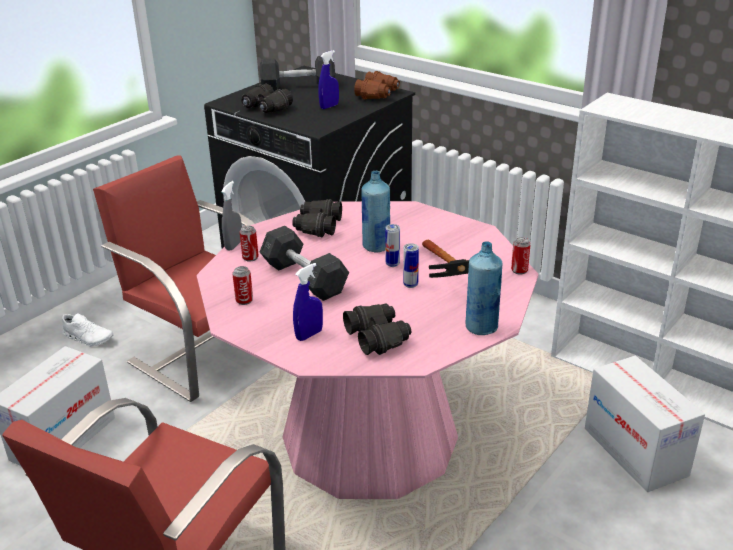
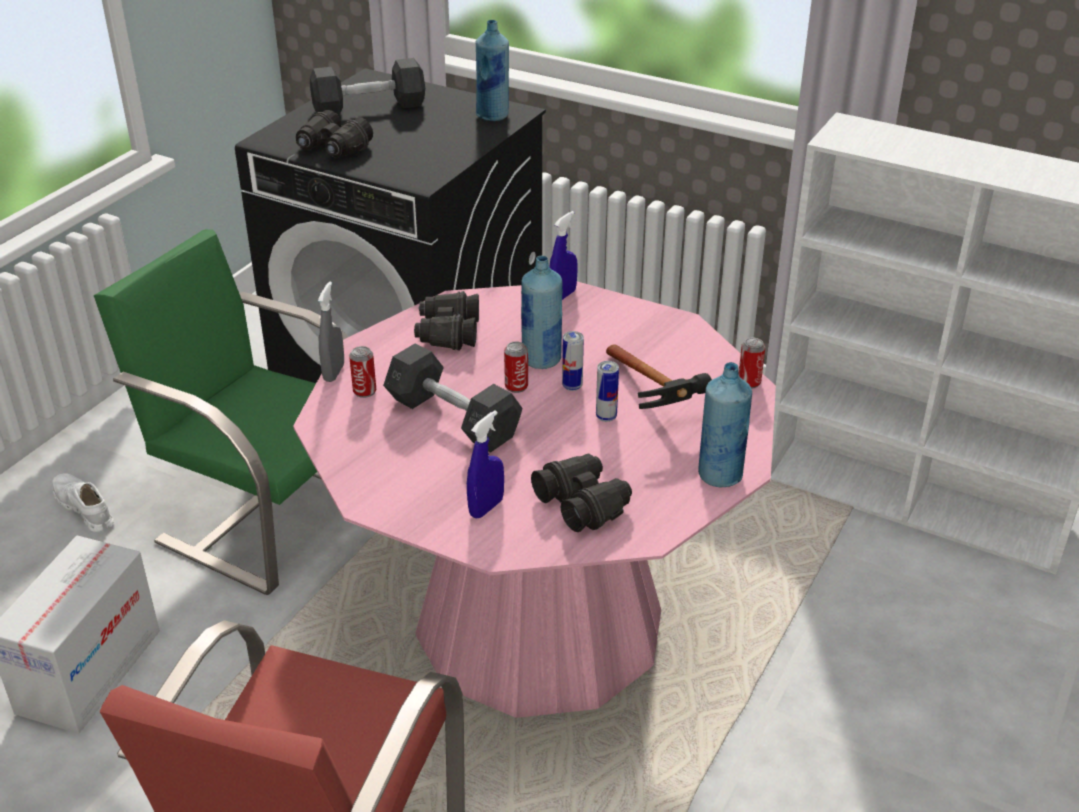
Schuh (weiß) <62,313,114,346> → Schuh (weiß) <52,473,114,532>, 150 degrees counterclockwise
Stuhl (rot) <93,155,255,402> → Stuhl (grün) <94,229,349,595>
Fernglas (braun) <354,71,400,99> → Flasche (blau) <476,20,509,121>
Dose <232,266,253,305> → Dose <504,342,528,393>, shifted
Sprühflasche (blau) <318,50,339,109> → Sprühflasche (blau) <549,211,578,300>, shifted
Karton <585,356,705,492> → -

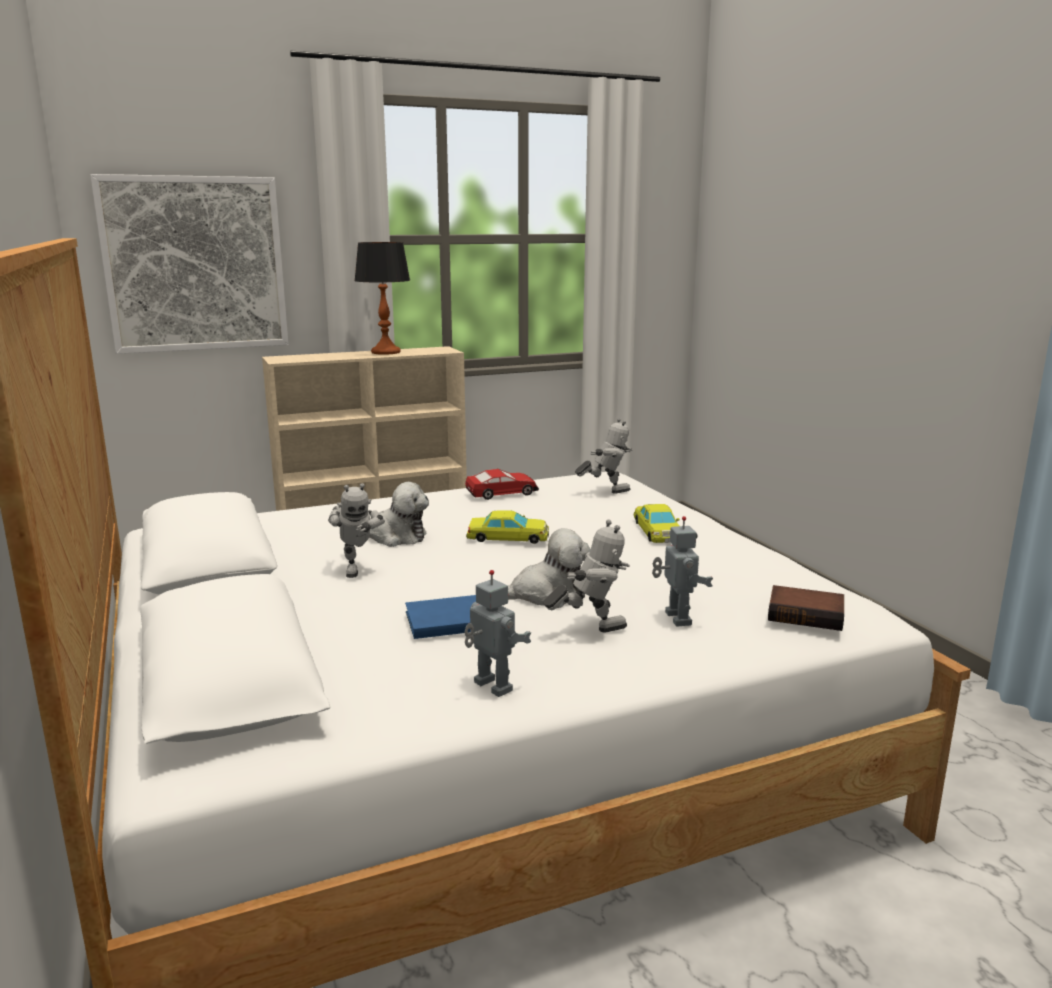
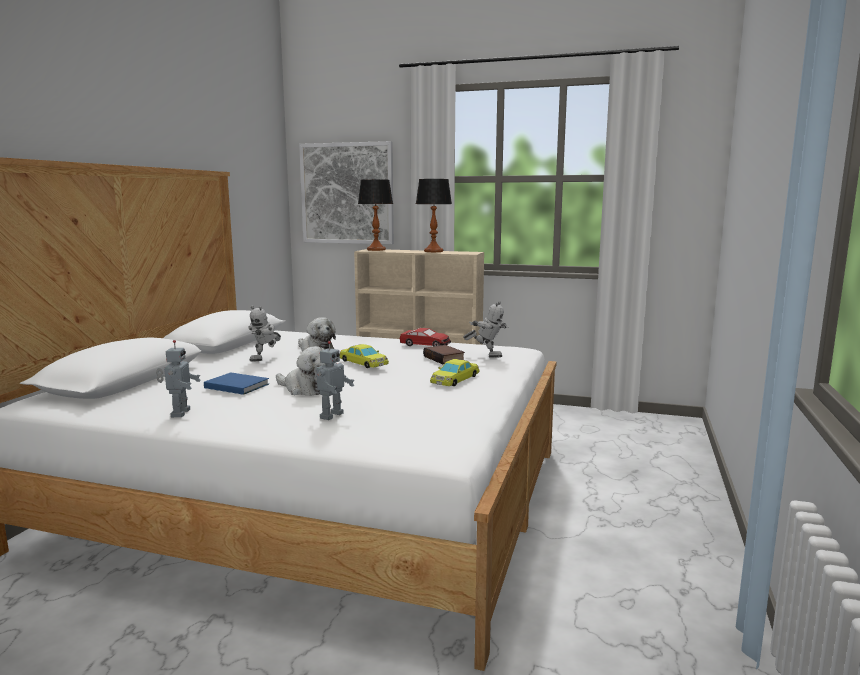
- → Tischlampe <358,179,393,251>
Buch <768,585,844,631> → Buch <423,345,465,364>, shifted
Spielzeugroboter <543,519,630,632> → -

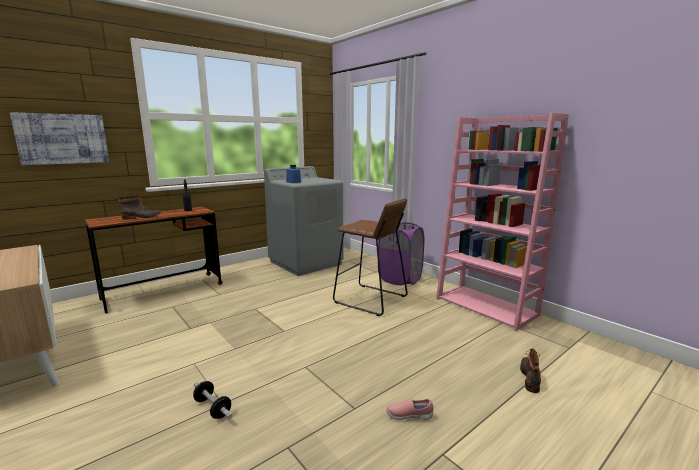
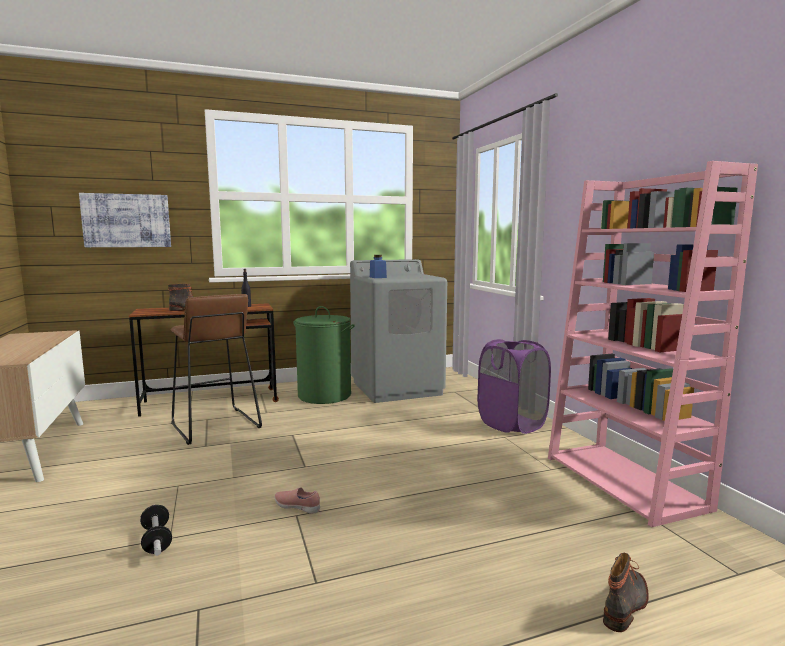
Hocker (braun) <333,198,408,316> → Hocker (braun) <170,294,262,445>, shifted
Schuh (rosa) <386,398,434,420> → Schuh (rosa) <274,488,320,514>, shifted
- → Wäschekorb (grün) <293,306,354,404>

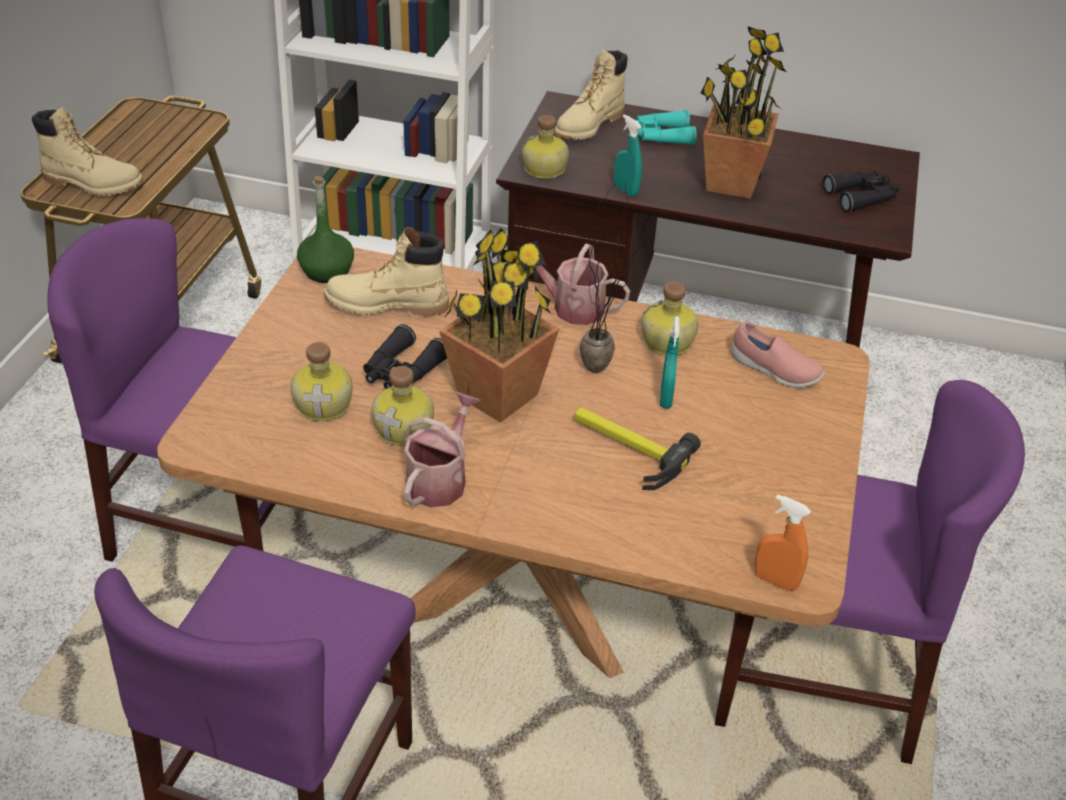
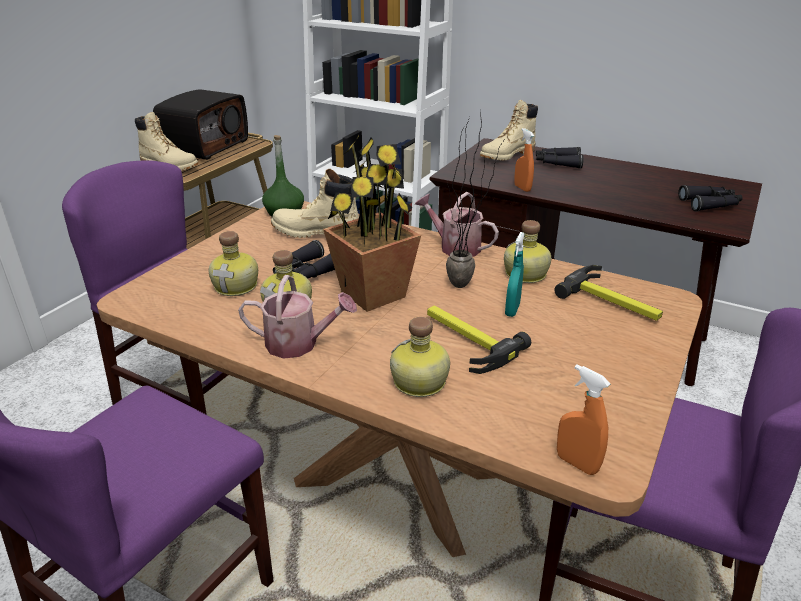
- → Radio <153,89,248,160>
Gießkanne <404,392,480,508> → Gießkanne <238,275,357,359>, 60 degrees clockwise
Flasche <522,115,569,179> → Flasche <390,317,450,397>, shifted
Sprühflasche (türkis) <614,114,642,197> → Sprühflasche (orange) <514,128,534,192>
Fernglas (türkis) <636,110,697,145> → Fernglas (schwarz) <536,147,584,169>
Schuh (rosa) <731,321,825,388> → Hammer <554,265,663,321>
Topfpflanze <701,27,786,199> → -

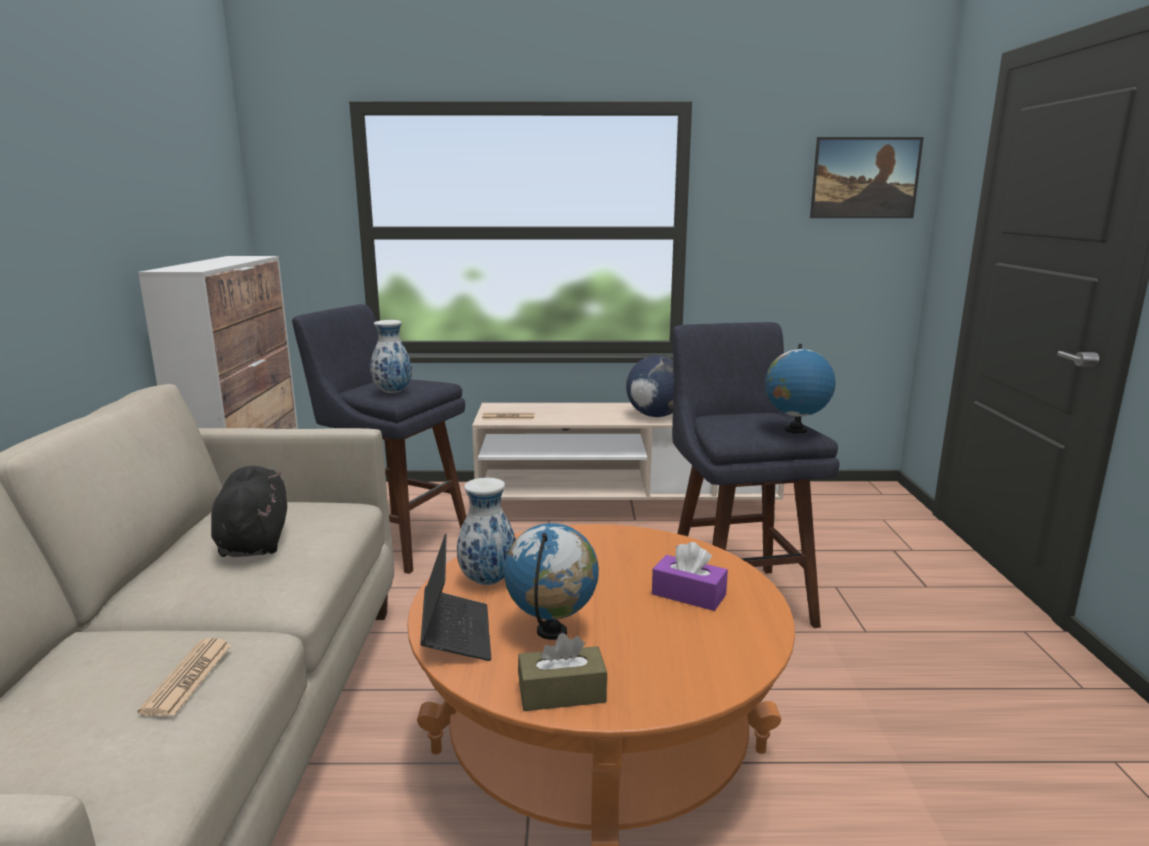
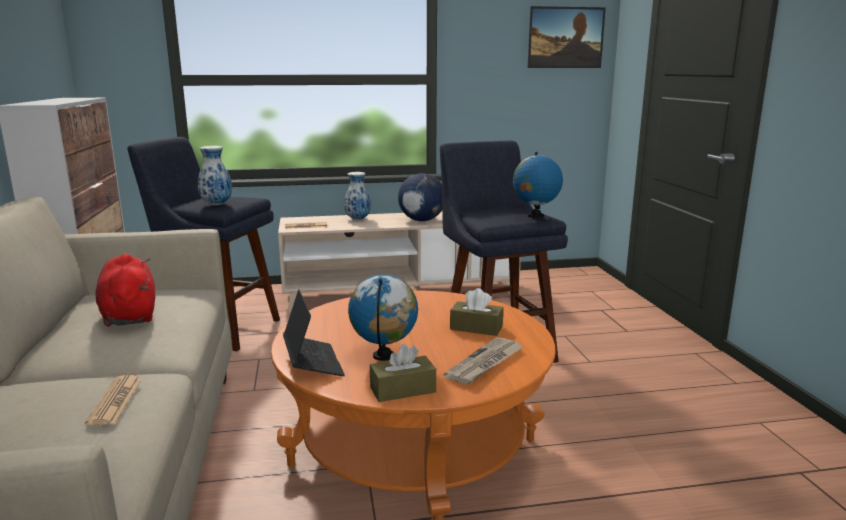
Plüschtier (schwarz) <211,466,287,557> → Plüschtier (rot) <95,254,155,327>
Vase <457,478,516,585> → Vase <344,172,371,220>, shifted
- → Zeitung <443,337,523,385>
Taschentuchbox (lila) <652,542,728,611> → Taschentuchbox (braun) <450,288,504,336>

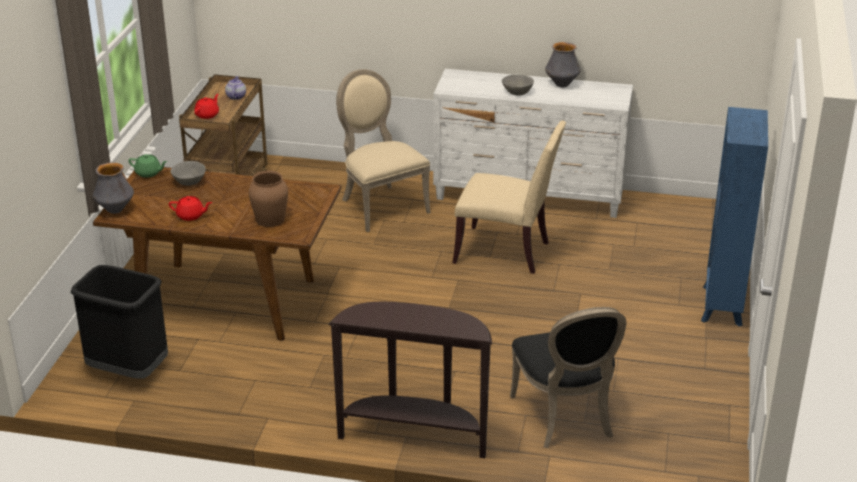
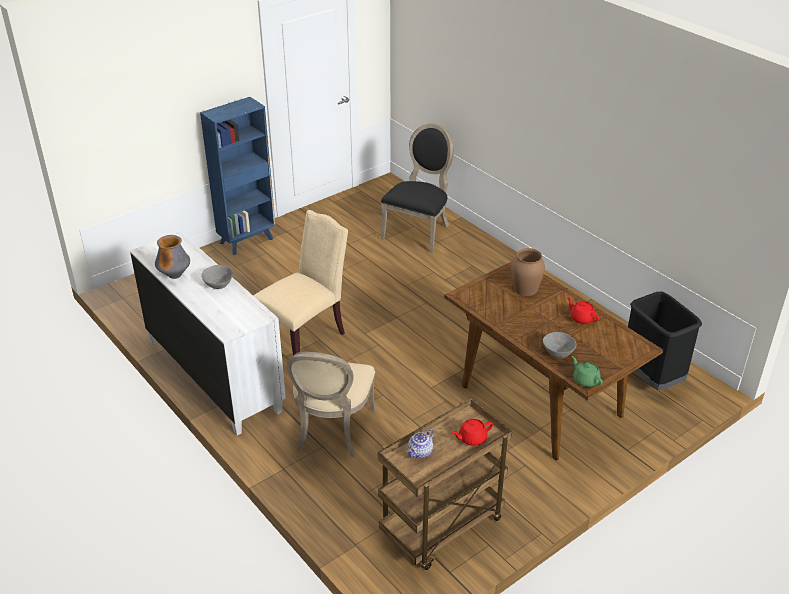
Stuhl (beige) <452,120,566,274> → Stuhl (beige) <253,210,348,355>, 75 degrees clockwise
Vase <93,162,134,214> → -
Konsolentisch (braun) <328,302,492,458> → -

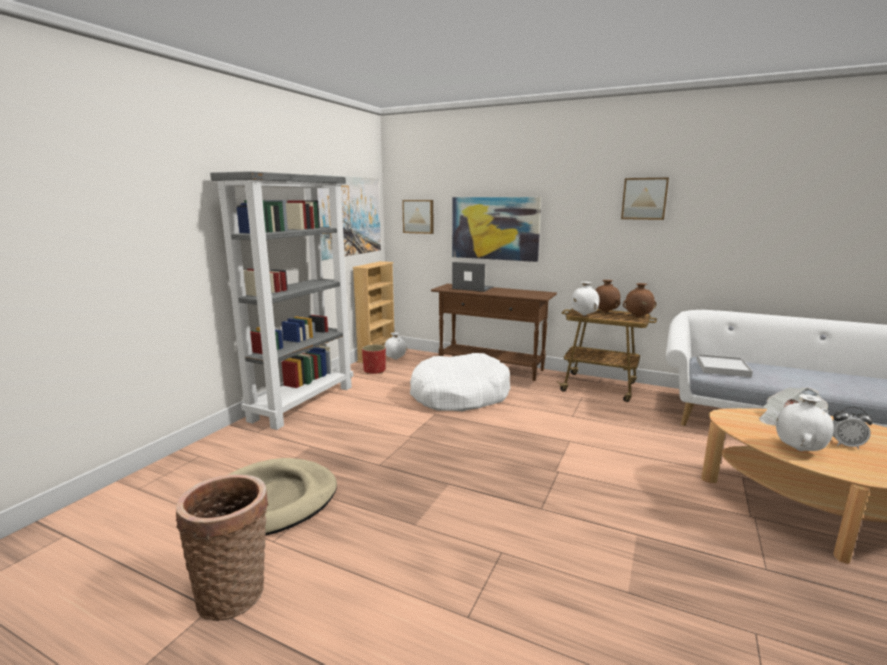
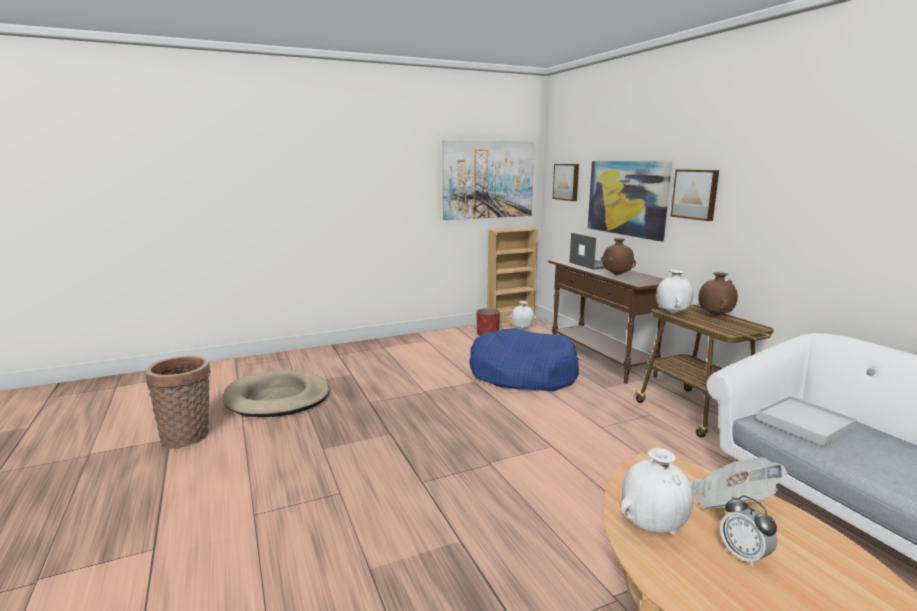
Hundebett (weiß) <410,353,510,412> → Hundebett (blau) <469,328,579,391>
Vase (braun) <623,283,657,317> → Vase (braun) <601,238,636,275>, shifted
Bild <621,178,669,220> → Bild <671,169,719,221>, shifted
Bücherregal (grau) <210,171,353,430> → -

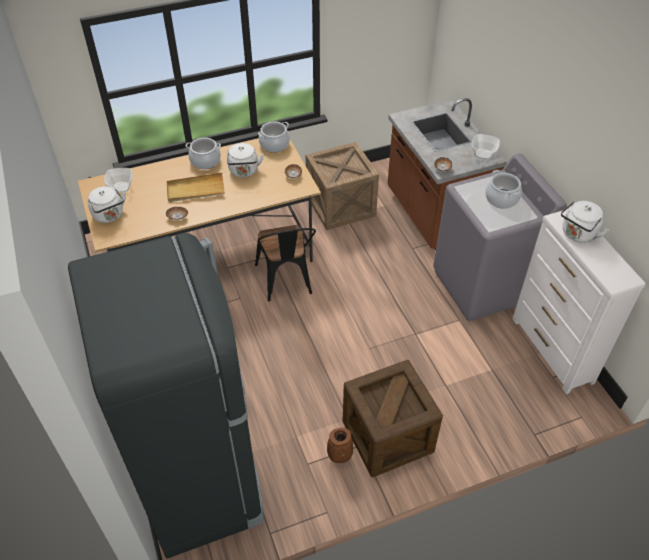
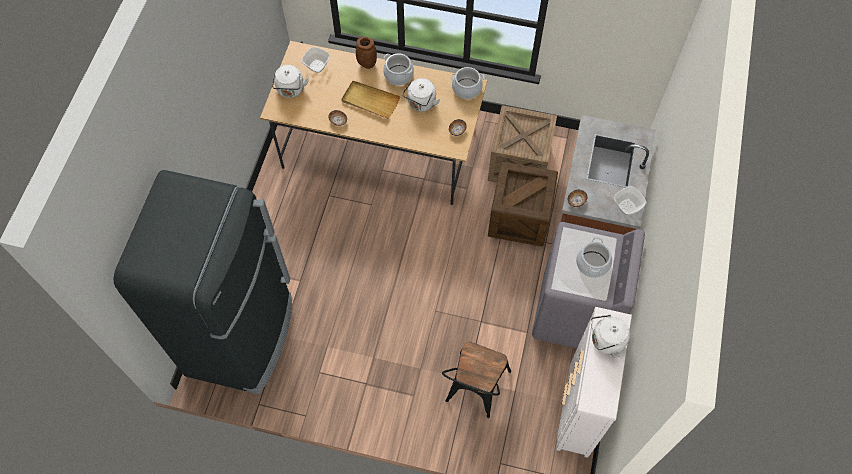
Vase (braun) <327,428,353,463> → Vase (braun) <356,37,377,69>, shifted
Stuhl (schwarz) <255,225,316,302> → Stuhl (schwarz) <442,341,511,418>, shifted
Kiste <343,360,443,477> → Kiste <488,161,558,246>, shifted

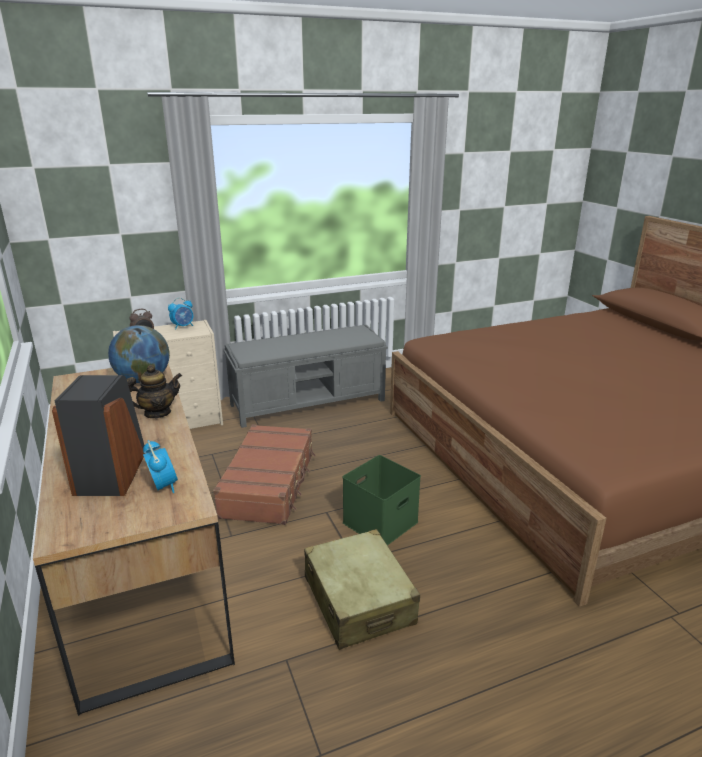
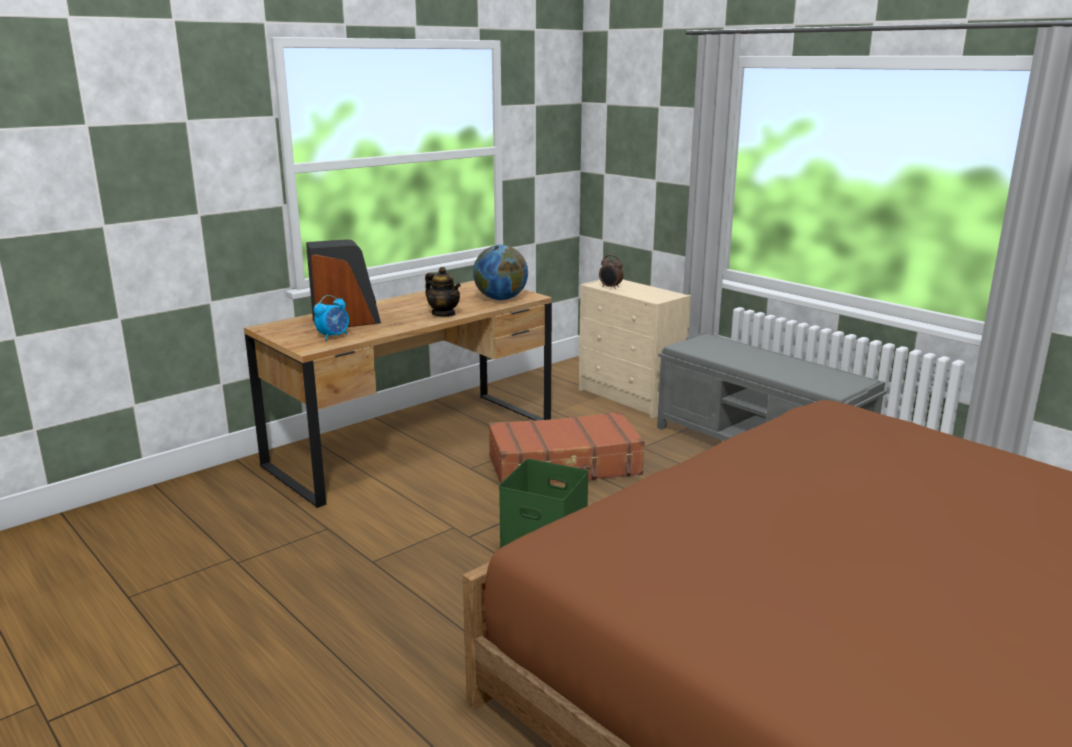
Wecker <168,298,193,330> → -
Koffer (beige) <304,529,420,650> → -

